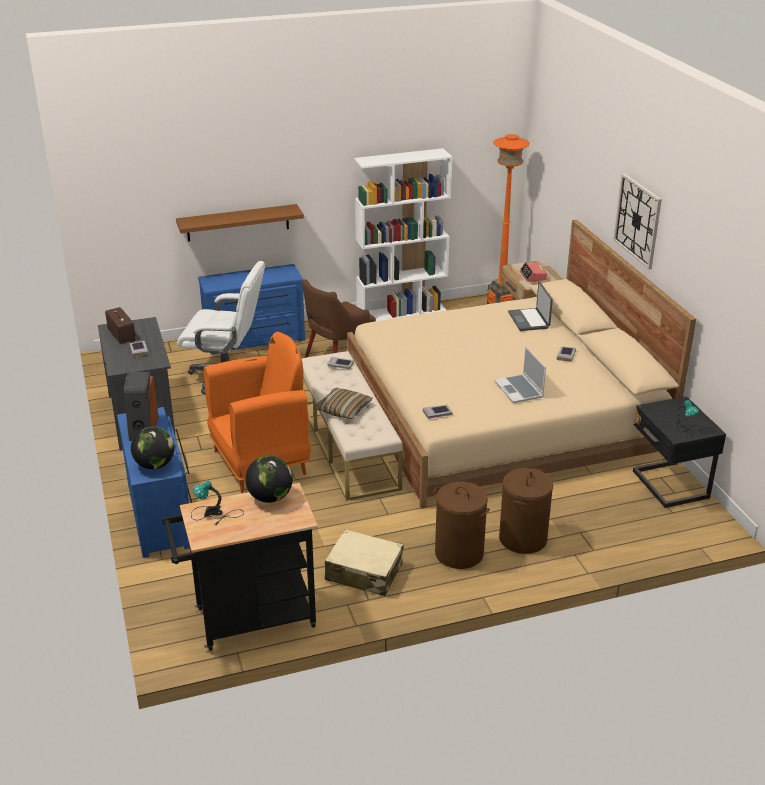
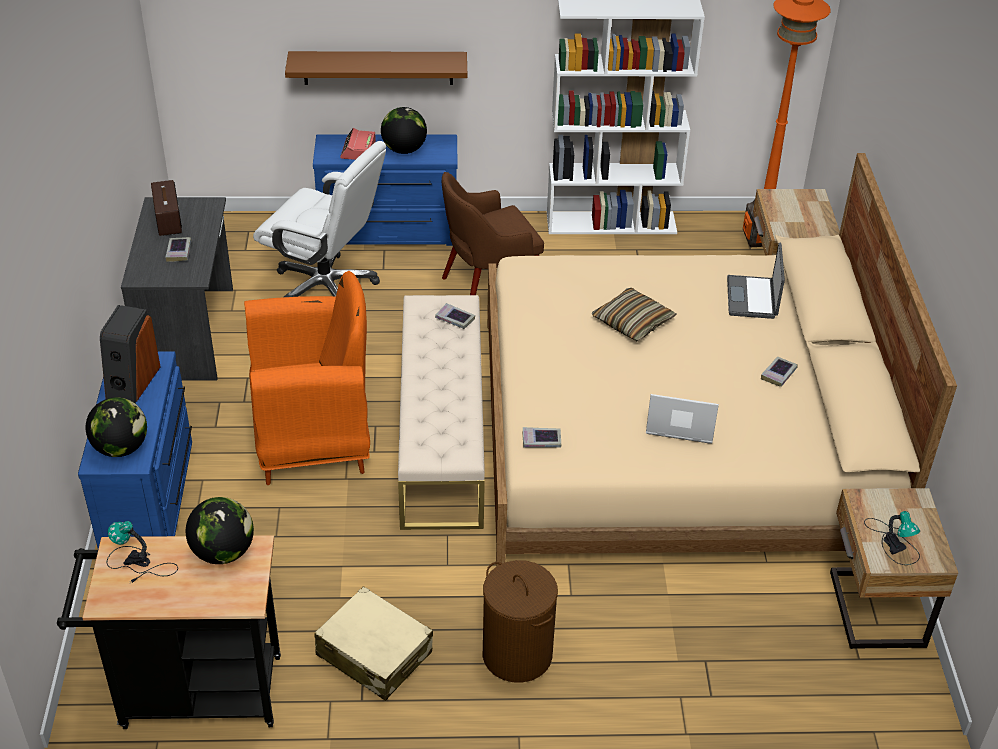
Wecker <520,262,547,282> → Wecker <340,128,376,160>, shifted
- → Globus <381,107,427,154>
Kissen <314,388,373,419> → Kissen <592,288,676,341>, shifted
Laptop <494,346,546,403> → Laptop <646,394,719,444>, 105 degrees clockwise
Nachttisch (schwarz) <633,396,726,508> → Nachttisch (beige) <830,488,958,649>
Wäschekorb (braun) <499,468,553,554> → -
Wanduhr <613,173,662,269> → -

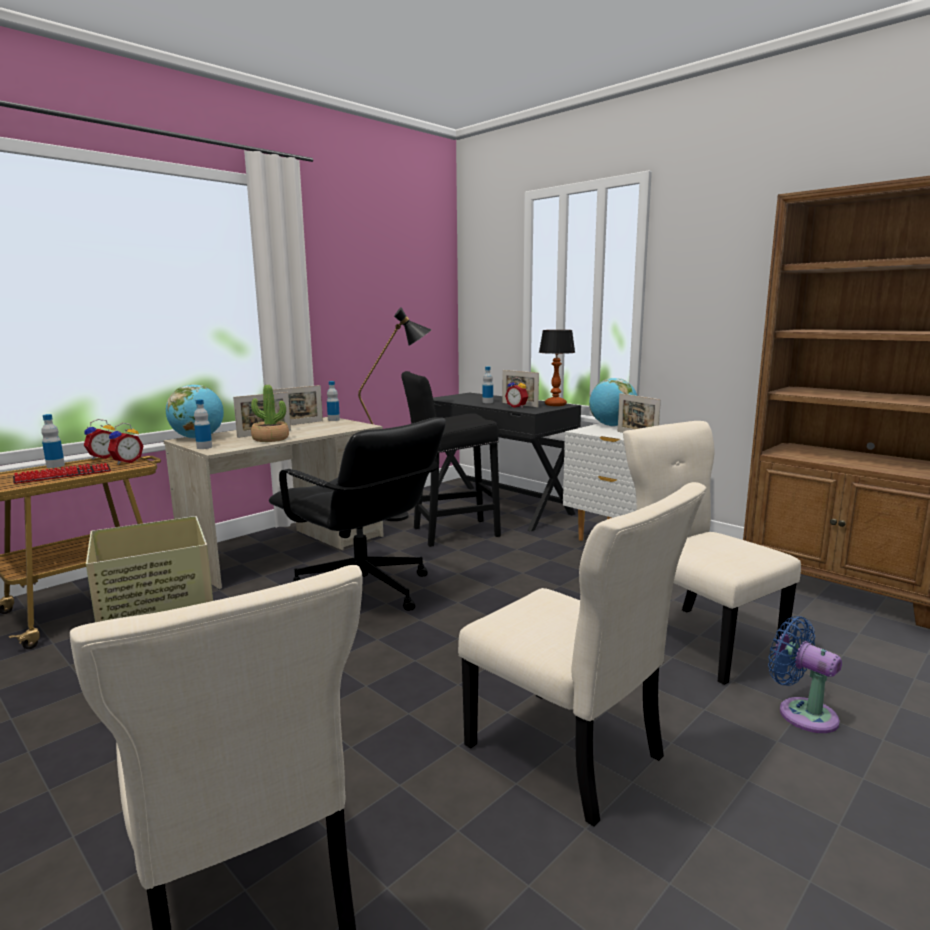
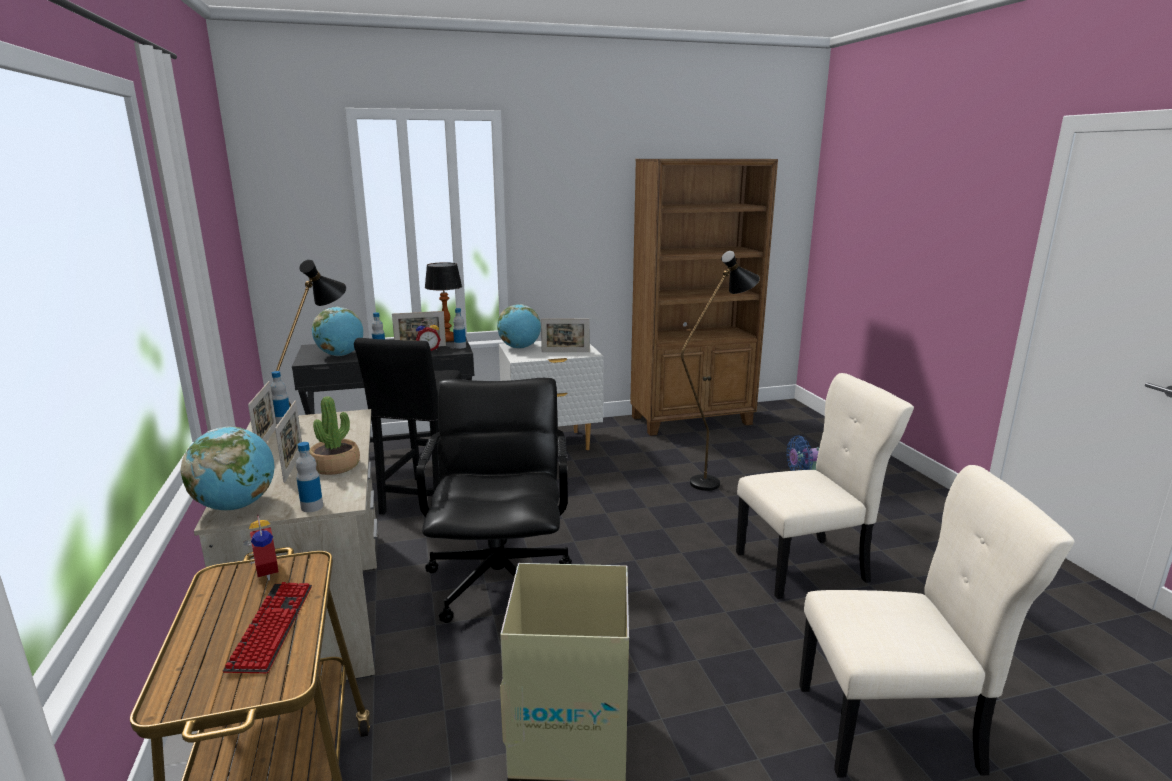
- → Globus <312,307,363,356>
Bürostuhl (schwarz) <269,417,446,611> → Bürostuhl (schwarz) <416,378,572,623>, 75 degrees counterclockwise
Flasche <41,414,65,468> → Flasche <453,308,466,349>, shifted
Stuhl (beige) <623,421,801,685> → Stehlampe (schwarz) <681,251,760,491>
Wecker <84,419,115,460> → -

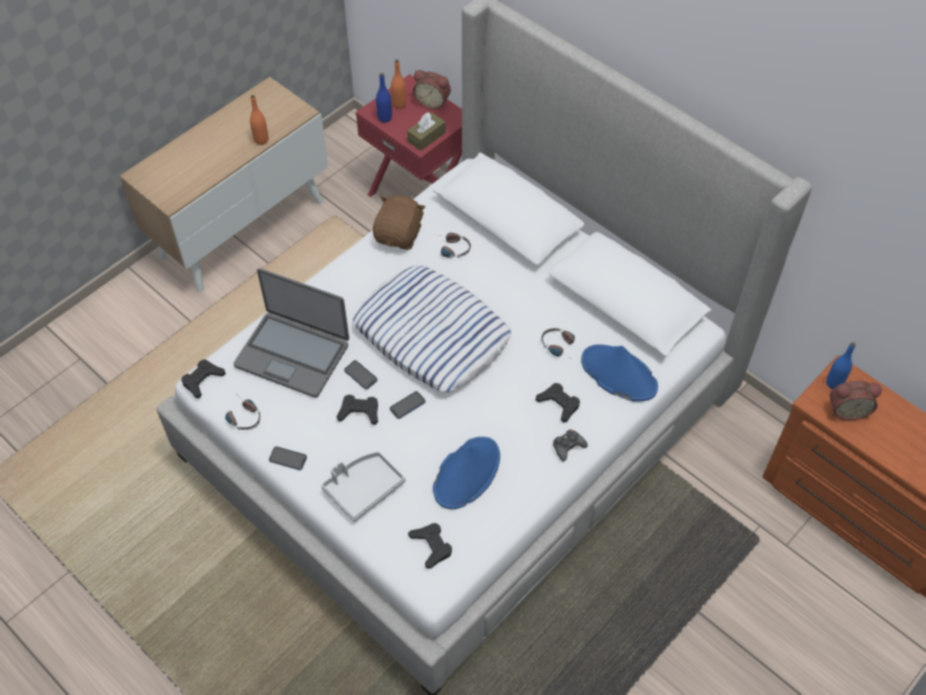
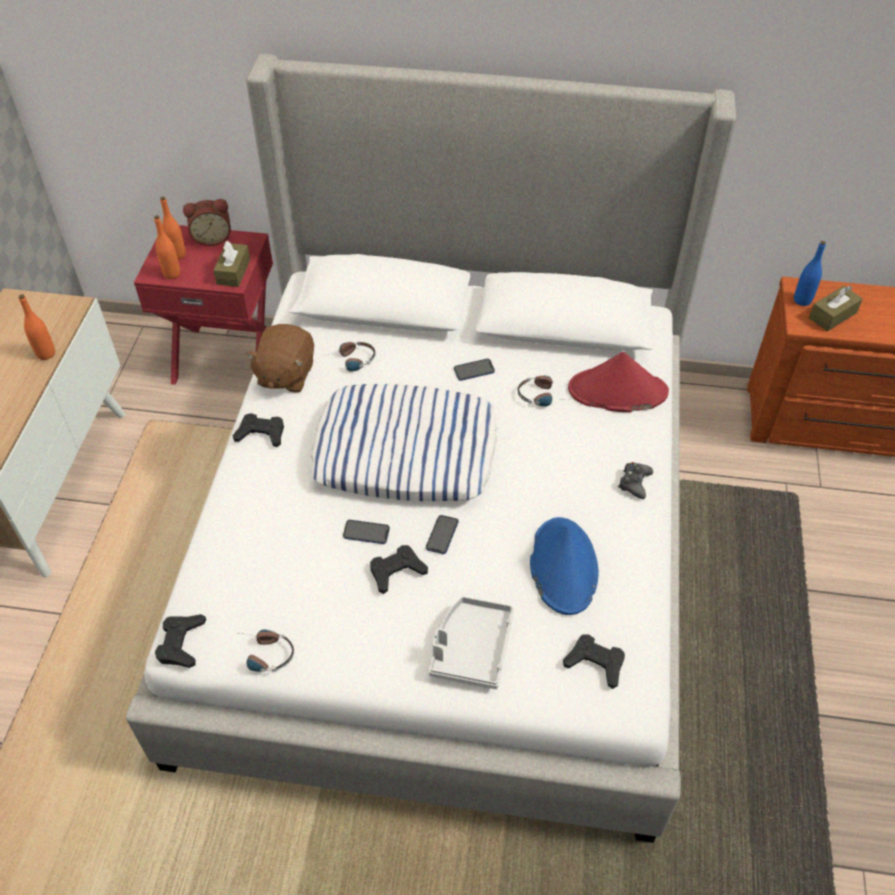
Flasche (blau) <376,73,392,123> → Flasche (orange) <154,215,180,279>
Gamepad (schwarz) <536,383,580,422> → Gamepad (schwarz) <233,413,284,447>, shifted
Plüschtier (braun) <373,195,425,250> → Plüschtier (braun) <245,324,314,393>, 150 degrees counterclockwise
Handy <269,446,307,470> → Handy <454,359,495,381>, shifted
Hut (blau) <581,344,658,402> → Hut (rot) <568,352,669,412>
Wecker <830,381,882,420> → Taschentuchbox (braun) <809,286,863,331>
Laptop <233,268,349,398> → -

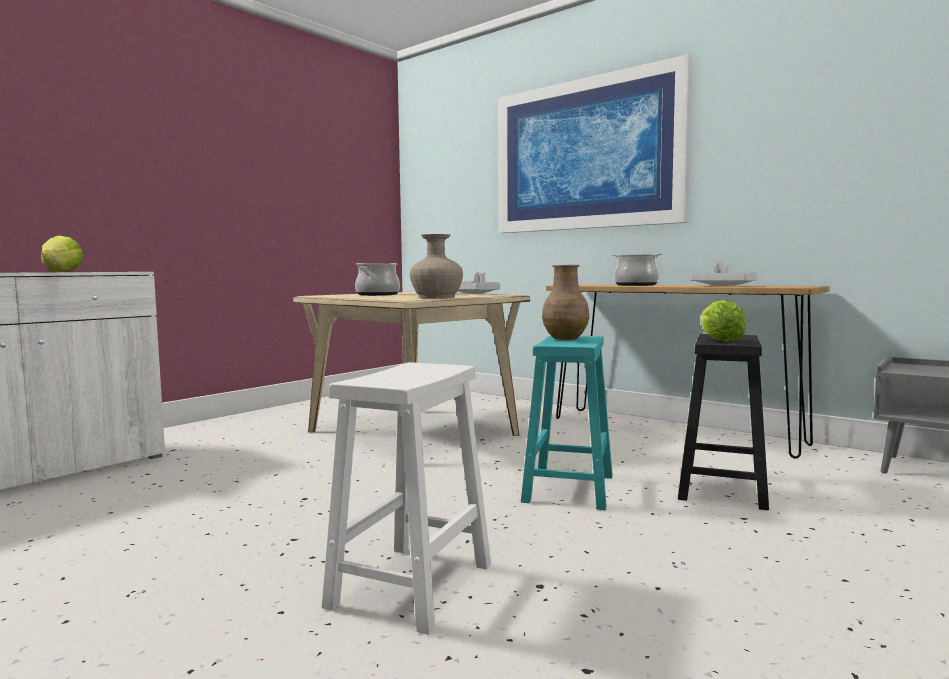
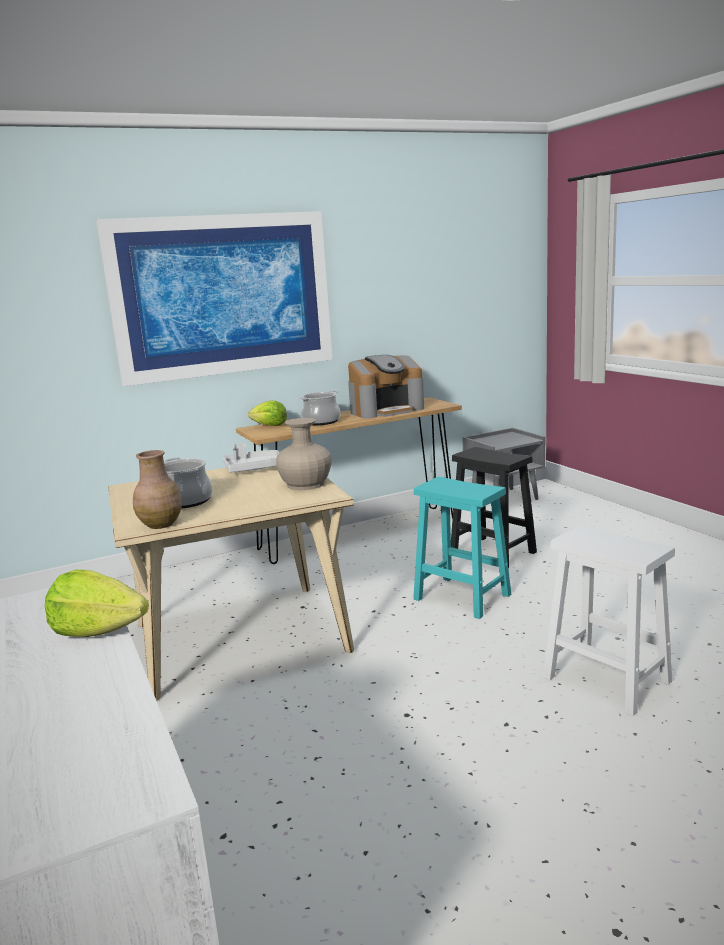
Vase (braun) <542,265,589,340> → Vase (braun) <133,450,182,529>, shifted
Salatkopf <700,300,746,342> → Salatkopf <248,401,287,426>, shifted
Tablett (grau) <690,263,757,286> → Kaffeemaschine <348,355,424,419>

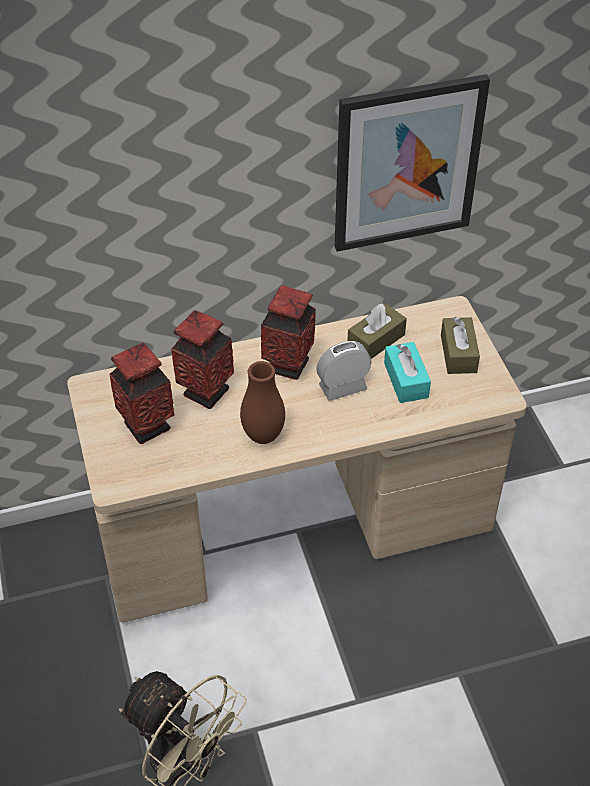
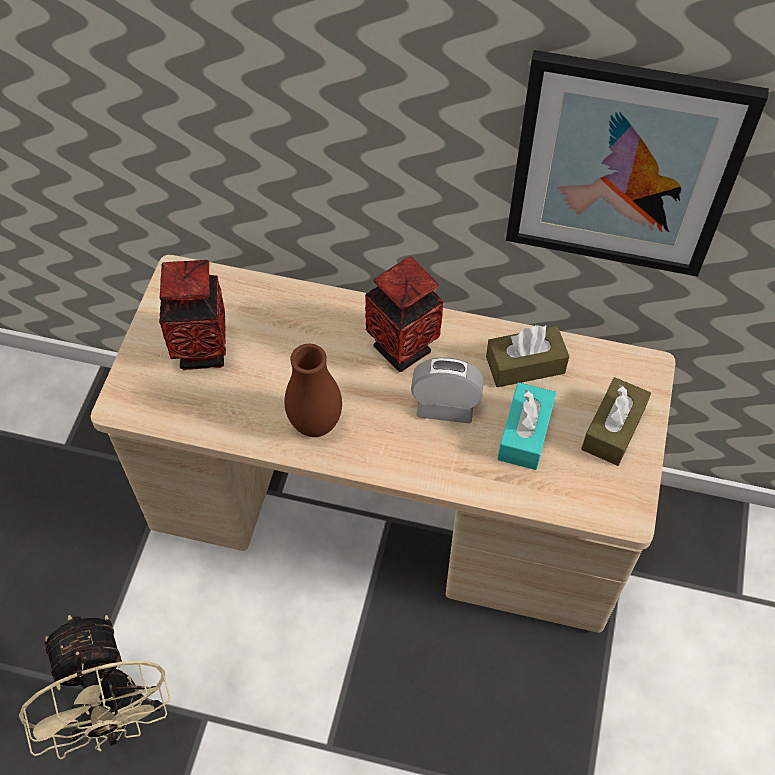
Vase <171,310,234,409> → -

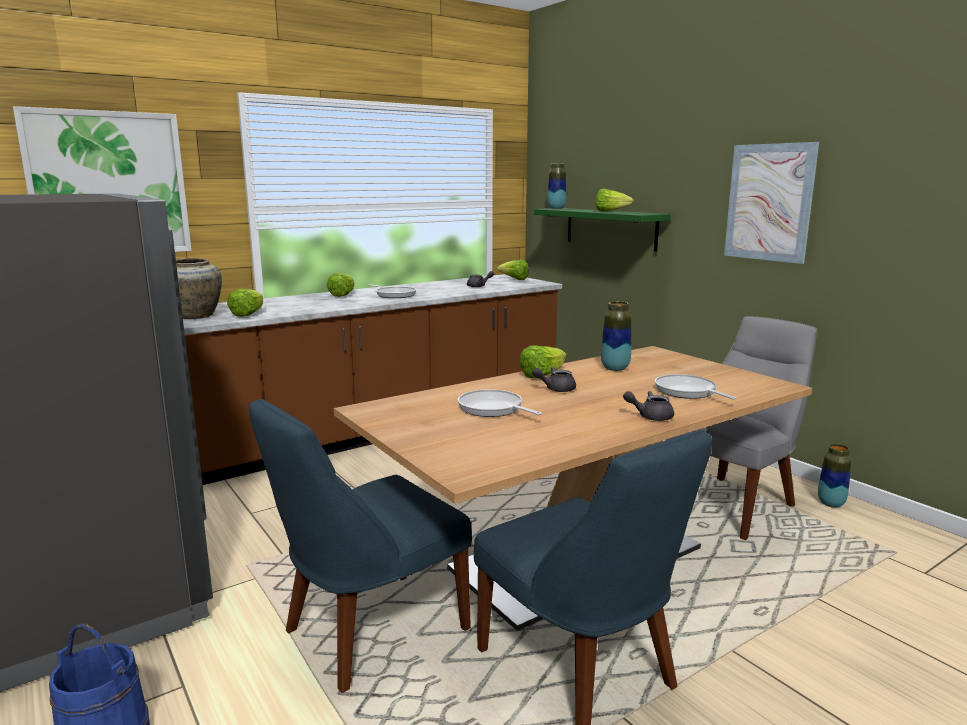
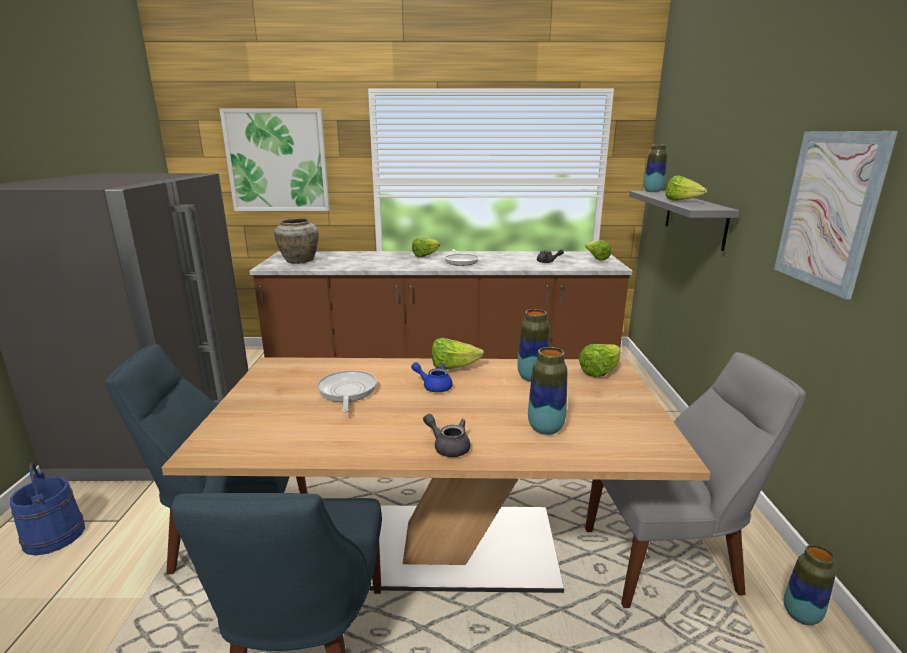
Teekanne (grau) <532,367,576,392> → Teekanne (blau) <411,362,453,392>
Pfanne <655,374,736,399> → Vase <528,347,567,435>
Salatkopf <227,289,263,317> → Salatkopf <578,344,621,377>, shifted
Wandregal (grün) <534,208,671,251> → Wandregal (grau) <629,191,740,251>

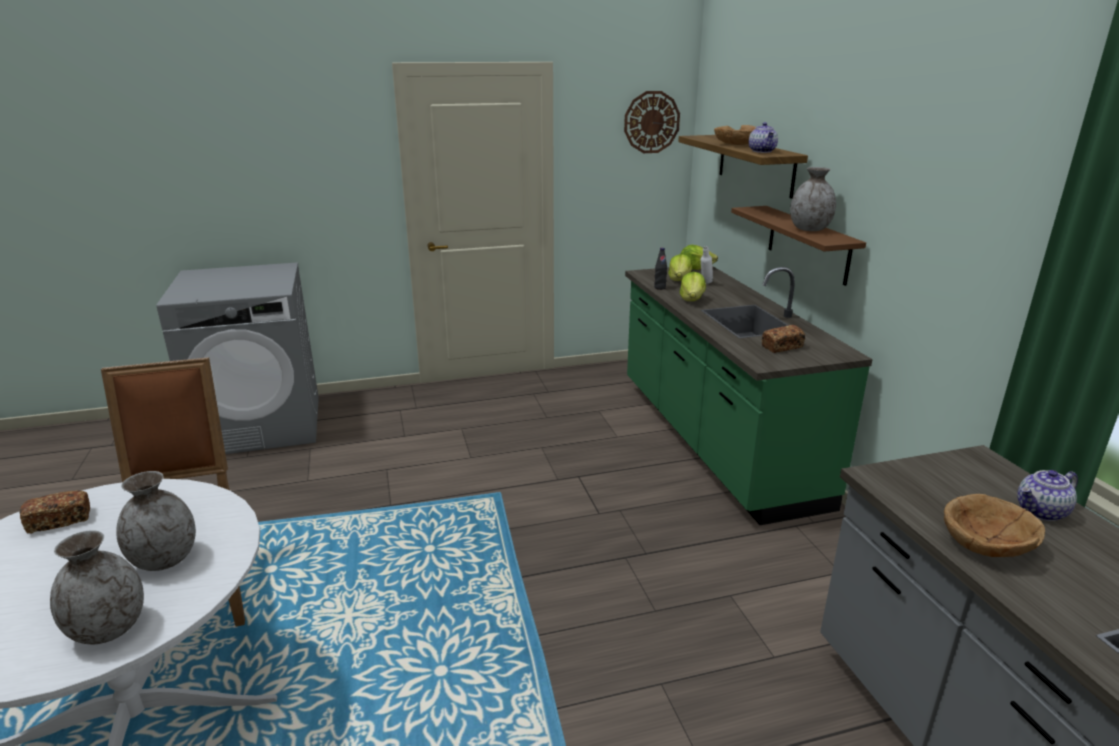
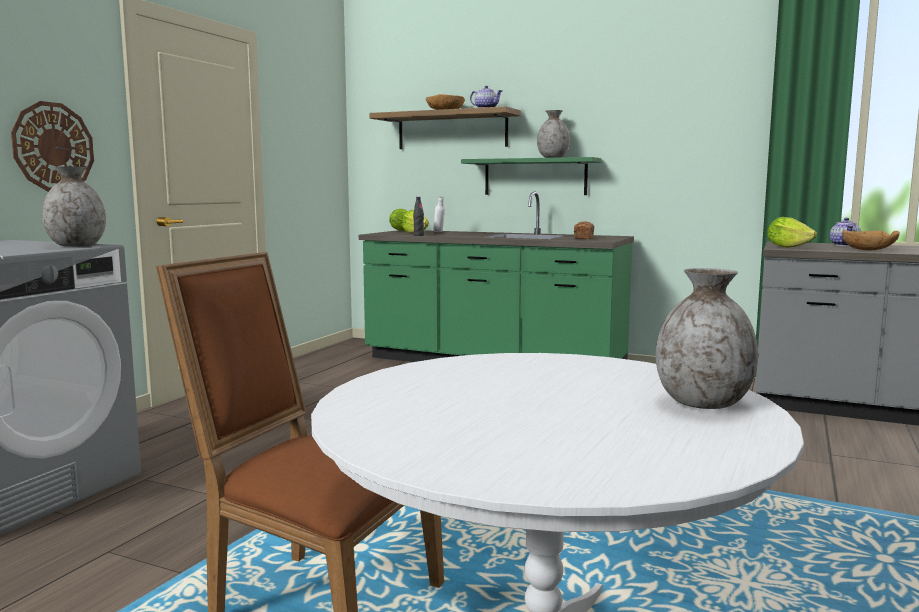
Wanduhr <624,91,680,153> → Wanduhr <11,101,94,192>, shifted
Vase (grau) <116,471,196,571> → Vase (grau) <42,166,106,247>, shifted
Wandregal (braun) <731,206,866,286> → Wandregal (grün) <461,157,602,195>
Salatkopf <680,272,706,301> → Salatkopf <767,217,817,248>, shifted
Brot <19,490,90,534> → -

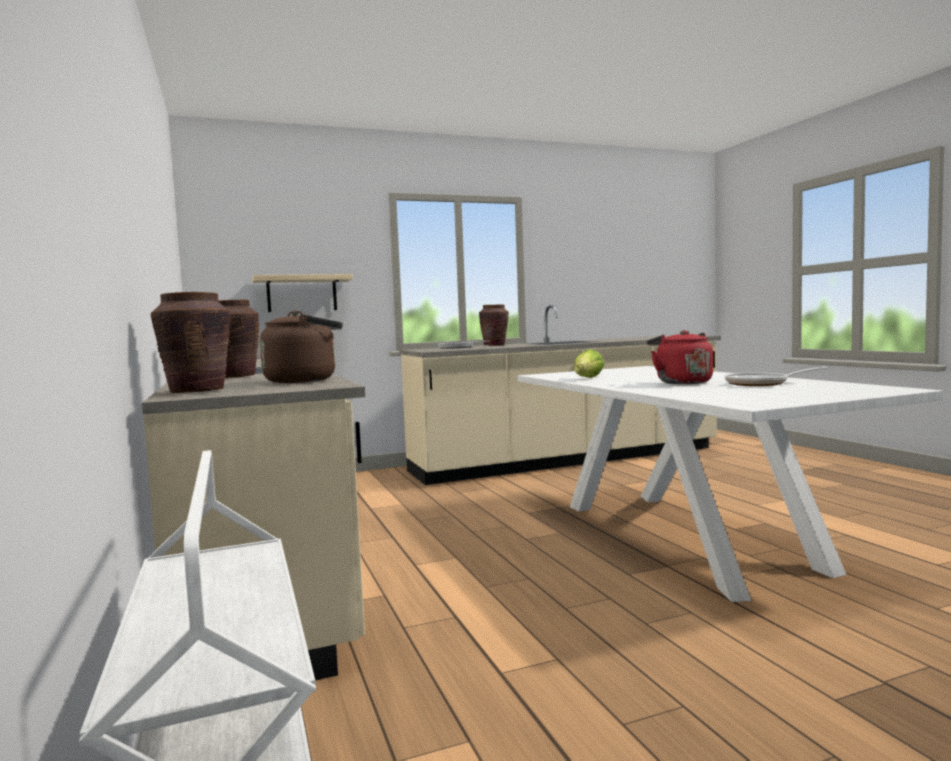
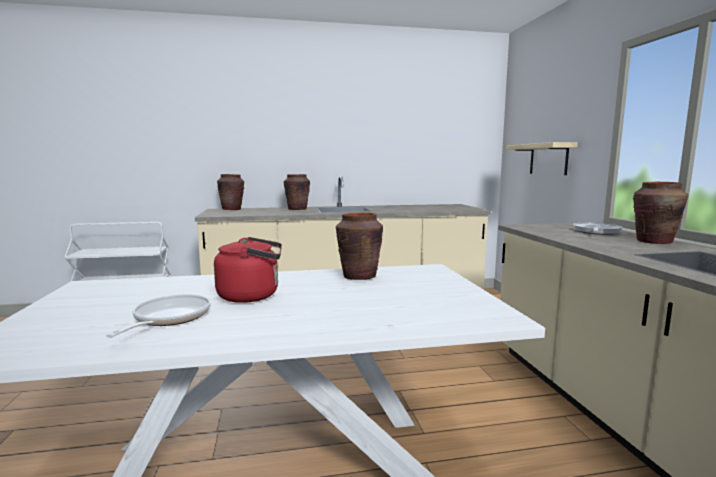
Salatkopf <574,349,604,378> → Vase (braun) <336,212,383,280>
Wasserkessel (braun) <260,311,343,383> → -

